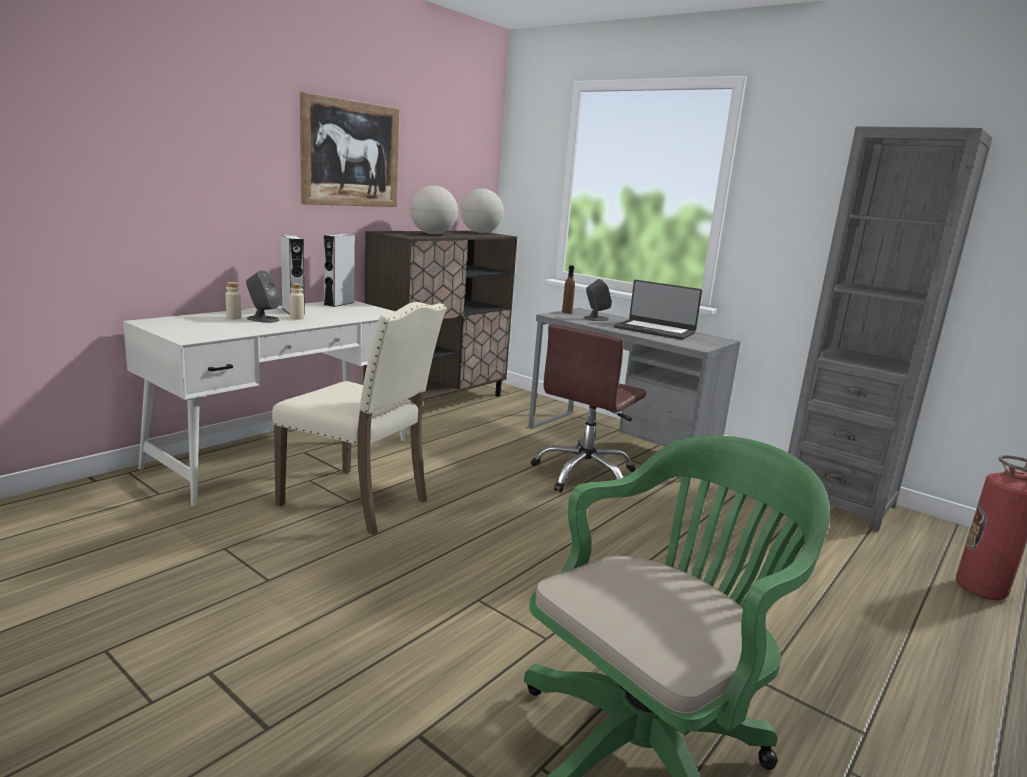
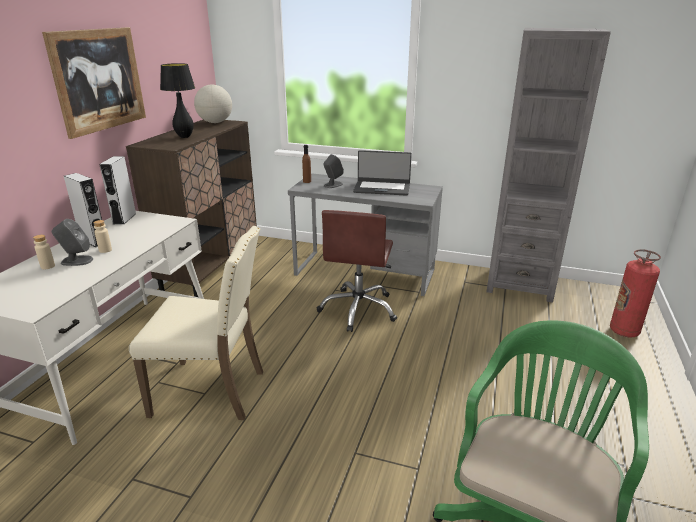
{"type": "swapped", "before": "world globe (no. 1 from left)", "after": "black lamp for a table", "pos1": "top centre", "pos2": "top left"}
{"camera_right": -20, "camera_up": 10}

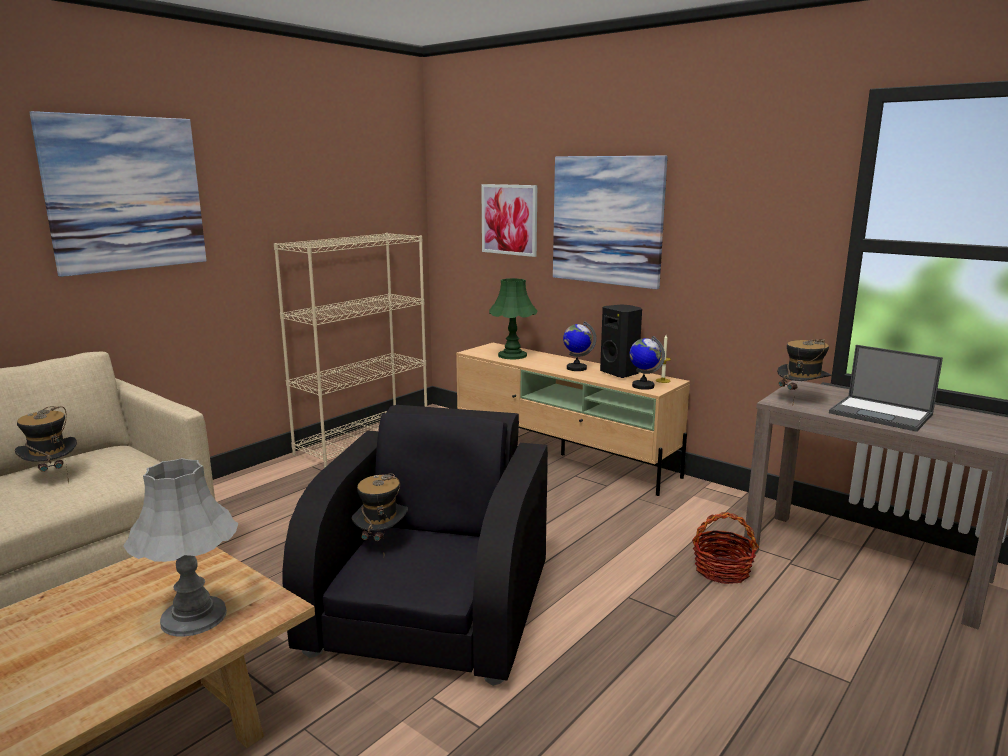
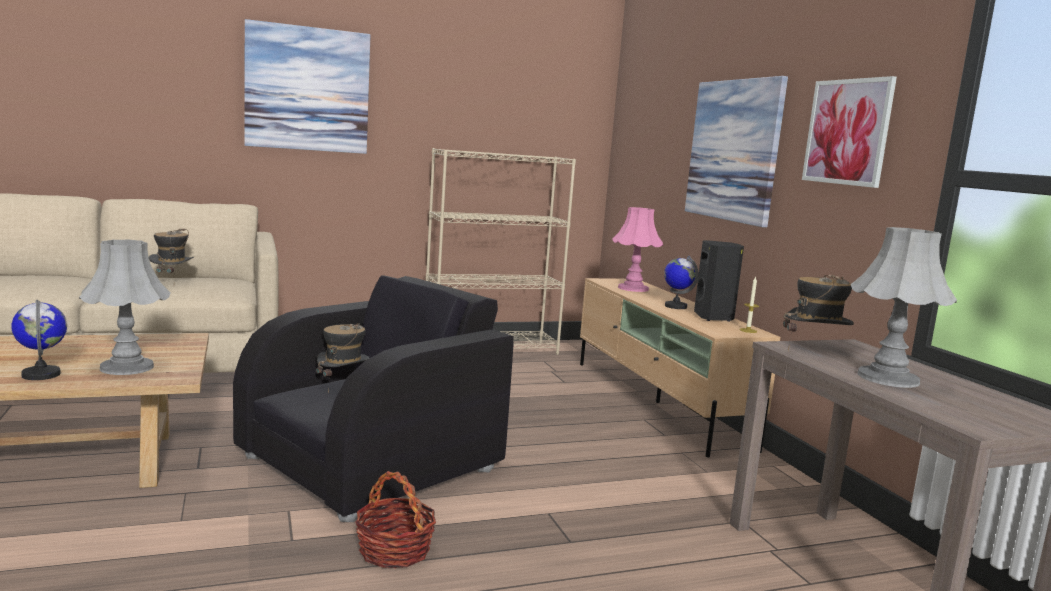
{"type": "shifted", "before": "wall art (no. 2 from left in the first image)", "after": "wall art (no. 3 from left)", "pos1": "top centre", "pos2": "top right"}
{"type": "shifted", "before": "world globe (no. 2 from left in the first image)", "after": "world globe (no. 1 from left)", "pos1": "centre", "pos2": "middle left"}
{"type": "shifted", "before": "household basket", "pos1": "bottom right", "pos2": "bottom centre"}
{"type": "swapped", "before": "notebook computer", "after": "grey lamp for a table (no. 2 from left)", "pos1": "middle right", "pos2": "middle right"}
{"type": "repainted", "before": "green lamp for a table", "after": "pinkish lamp for a table", "pos1": "centre", "pos2": "centre"}
{"camera_right": 30, "camera_up": -5}

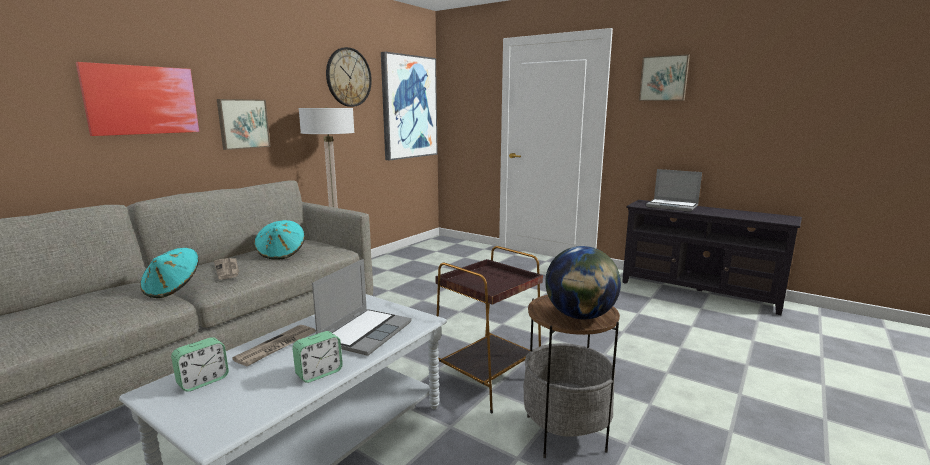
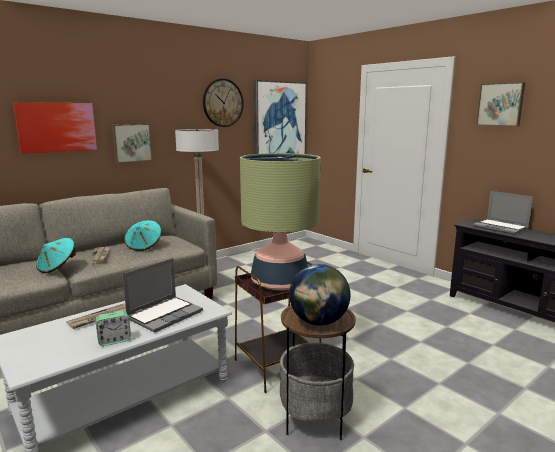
{"type": "gone", "before": "alarm clock (no. 1 from left)", "pos1": "bottom left"}
{"type": "new", "after": "lamp for a table", "pos2": "centre"}
{"camera_right": 15, "camera_up": 0}

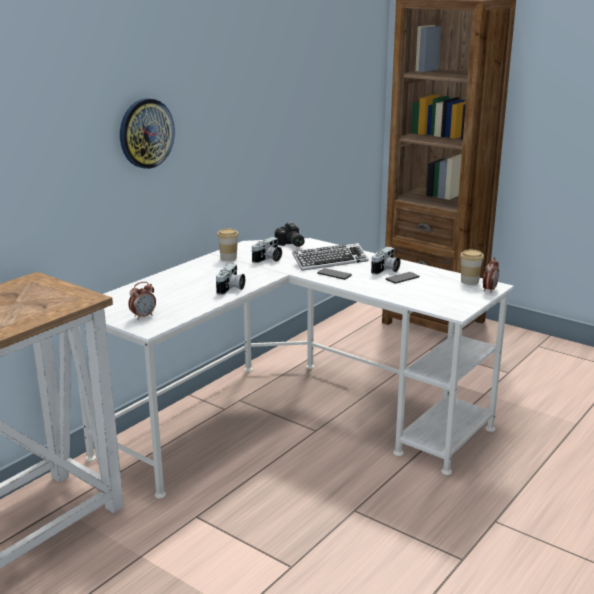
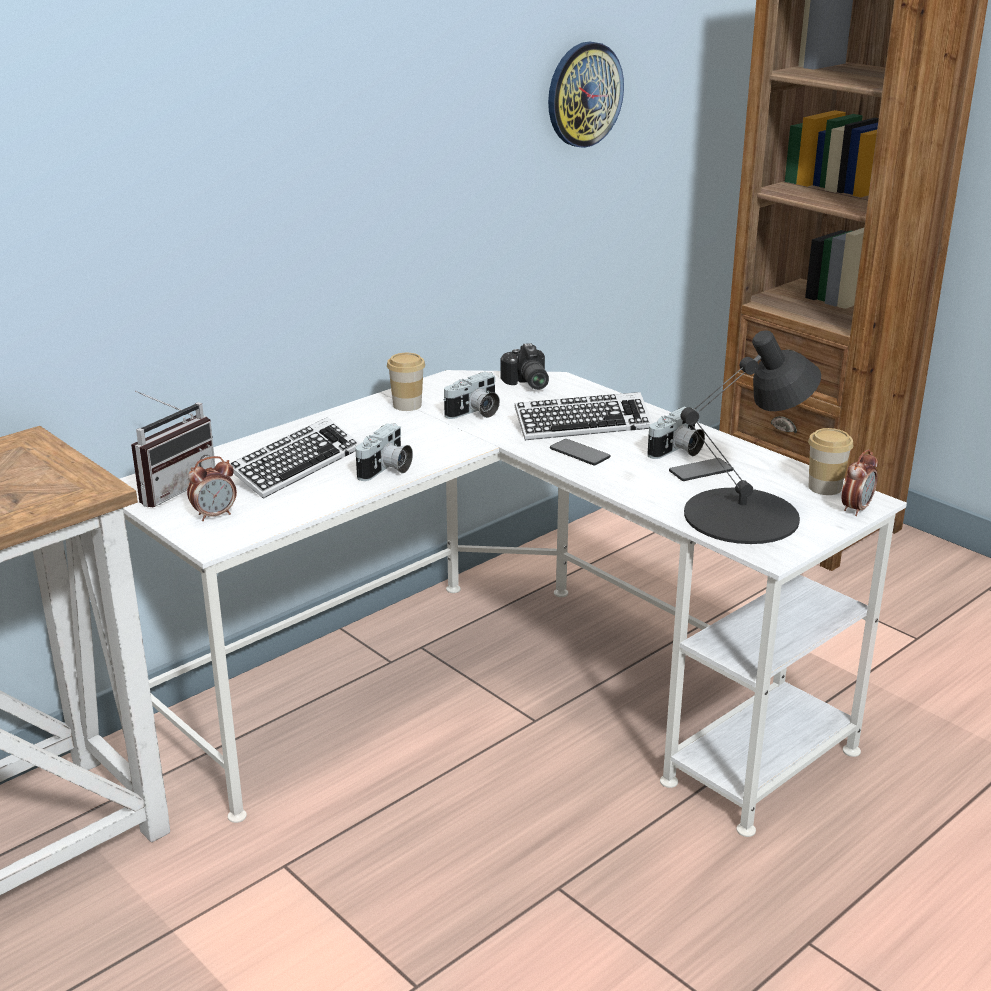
{"type": "new", "after": "radio set", "pos2": "middle left"}
{"type": "new", "after": "computer keyboard (no. 1 from left)", "pos2": "middle left"}
{"type": "new", "after": "black lamp for a table", "pos2": "middle right"}
{"type": "shifted", "before": "hanging clock", "pos1": "top left", "pos2": "top centre"}
{"camera_right": 10, "camera_up": 5}

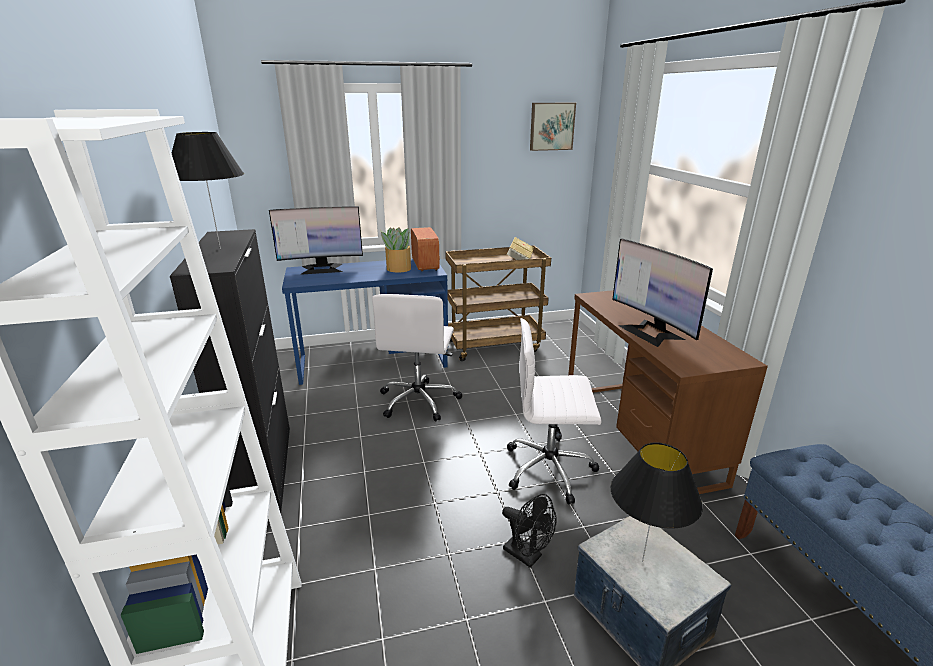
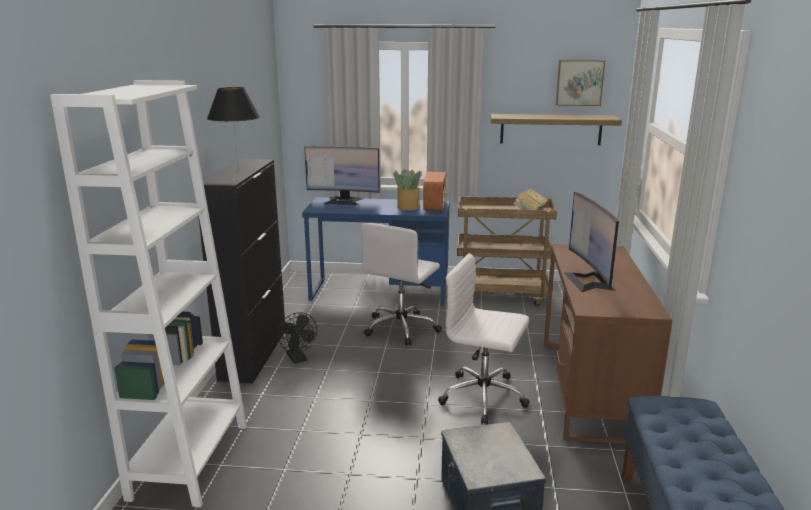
{"type": "gone", "before": "black lamp for a table (no. 2 from left)", "pos1": "bottom right"}
{"type": "new", "after": "bracket shelf", "pos2": "top right"}
{"type": "shifted", "before": "black cooling fan", "pos1": "bottom centre", "pos2": "centre"}
{"camera_right": 20, "camera_up": -5}

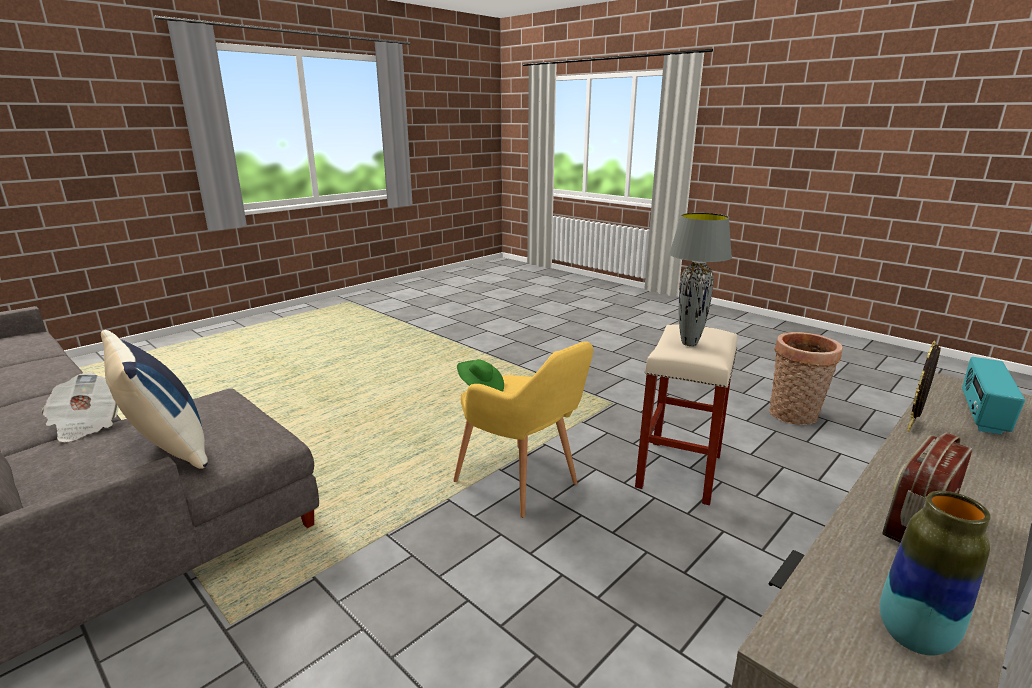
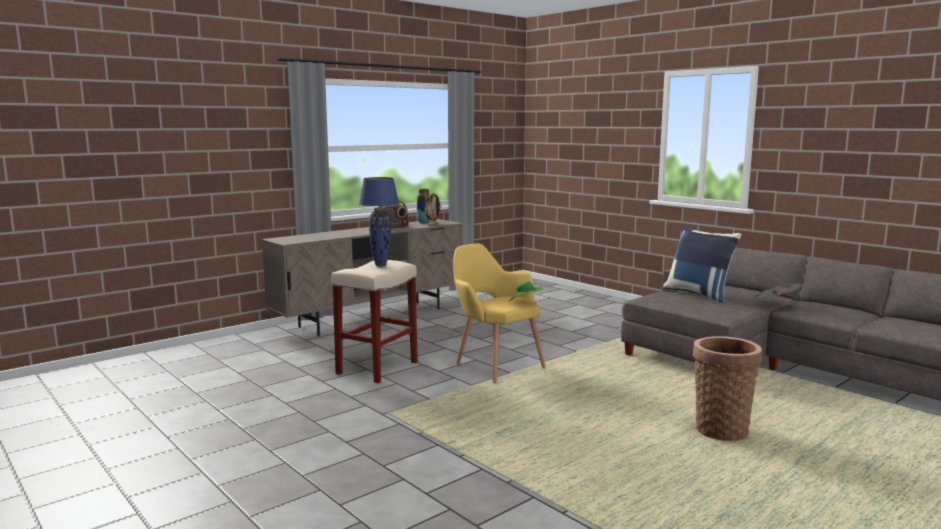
{"type": "gone", "before": "radio set (no. 2 from left)", "pos1": "middle right"}
{"type": "shifted", "before": "household basket", "pos1": "middle right", "pos2": "bottom right"}
{"type": "shifted", "before": "photo frame", "pos1": "middle right", "pos2": "centre"}
{"type": "repainted", "before": "grey lamp for a table", "after": "blue lamp for a table", "pos1": "middle right", "pos2": "centre"}
{"camera_right": -175, "camera_up": -10}

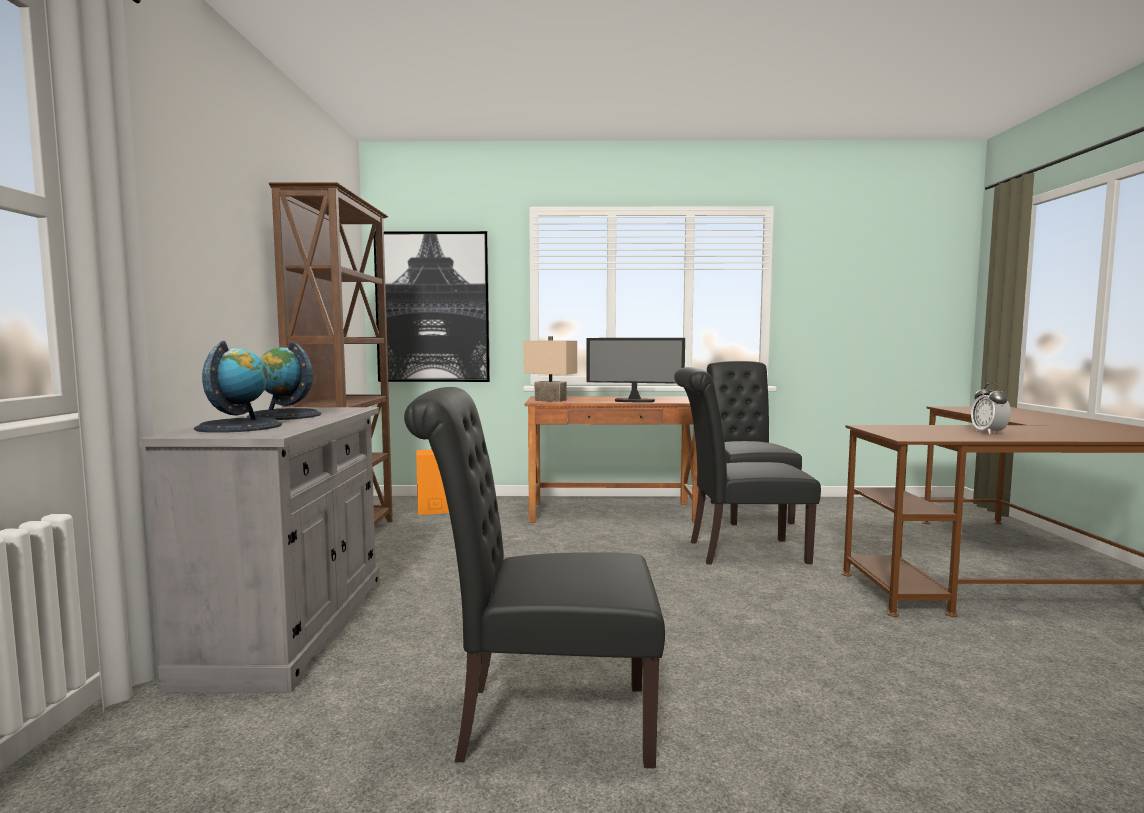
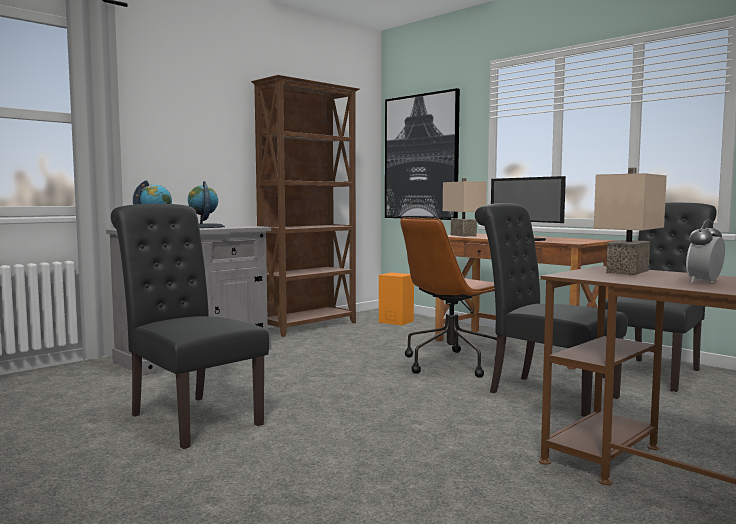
{"type": "new", "after": "brown desk chair", "pos2": "centre"}
{"type": "new", "after": "sand-coloured lamp for a table (no. 2 from left)", "pos2": "middle right"}
{"camera_right": 45, "camera_up": 0}

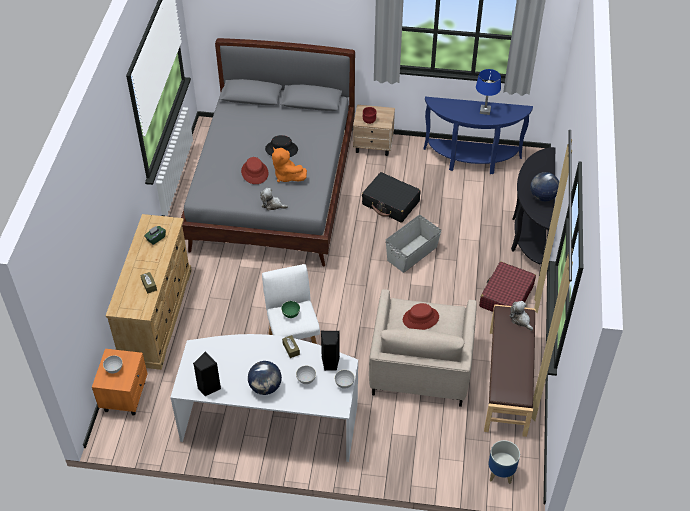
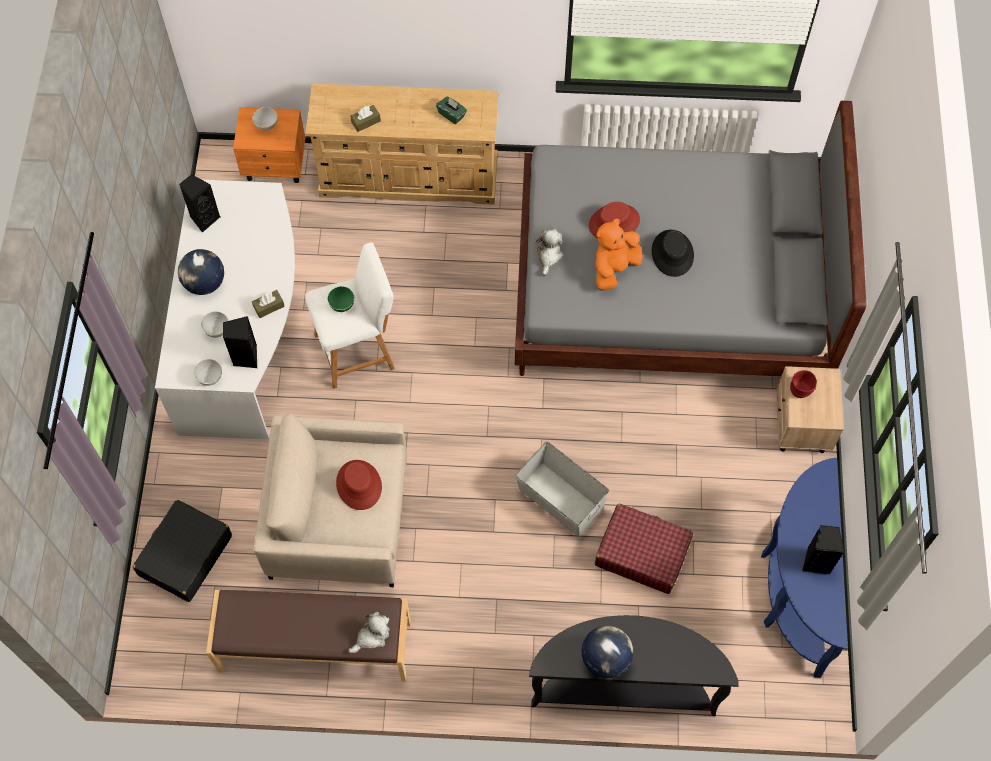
{"type": "gone", "before": "plant pot", "pos1": "bottom right"}
{"type": "shifted", "before": "black piece of luggage", "pos1": "centre", "pos2": "bottom left"}
{"type": "shifted", "before": "red piece of luggage", "pos1": "middle right", "pos2": "bottom centre"}
{"type": "swapped", "before": "blue lamp for a table", "after": "black speaker (no. 3 from left)", "pos1": "top right", "pos2": "bottom right"}
{"camera_right": 85, "camera_up": 15}

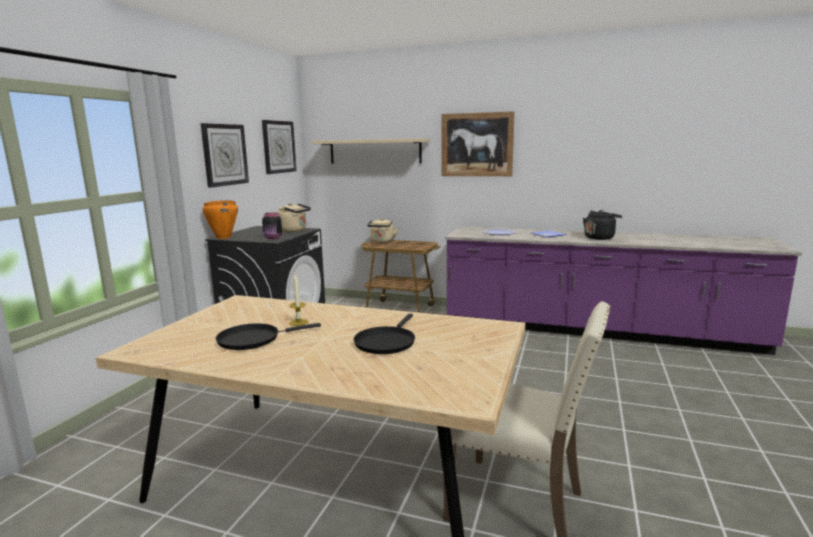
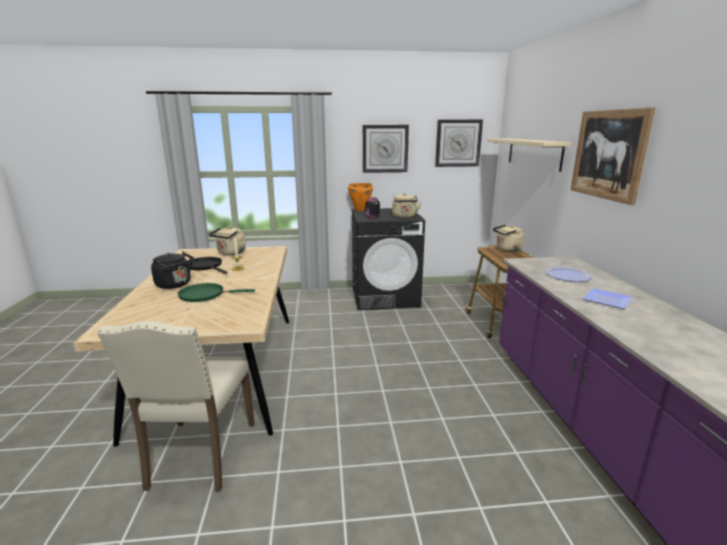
{"type": "new", "after": "sand-coloured tea kettle (no. 1 from left)", "pos2": "middle left"}
{"type": "shifted", "before": "black tea kettle", "pos1": "middle right", "pos2": "middle left"}
{"type": "repainted", "before": "black pan (no. 2 from left)", "after": "green pan", "pos1": "centre", "pos2": "middle left"}
{"camera_right": 65, "camera_up": 5}

